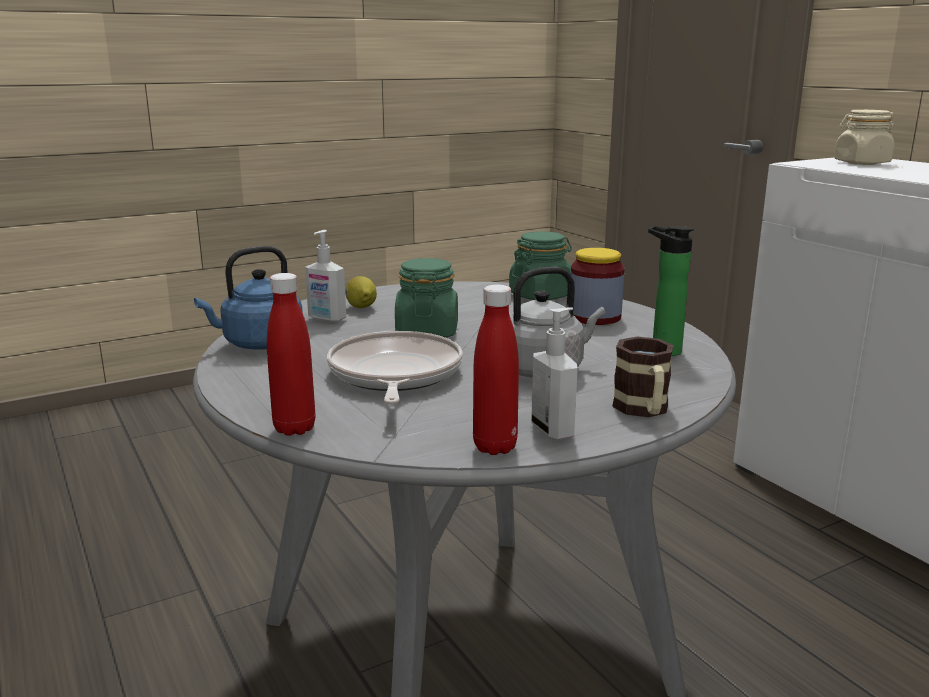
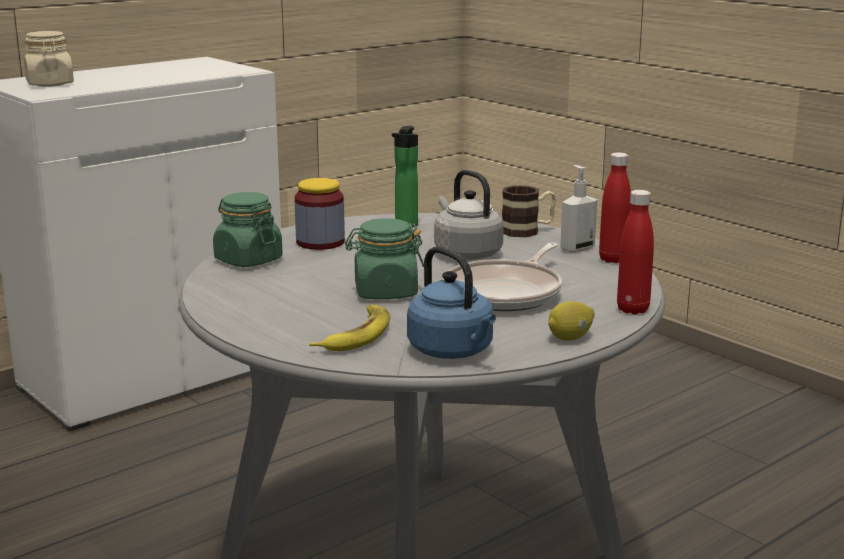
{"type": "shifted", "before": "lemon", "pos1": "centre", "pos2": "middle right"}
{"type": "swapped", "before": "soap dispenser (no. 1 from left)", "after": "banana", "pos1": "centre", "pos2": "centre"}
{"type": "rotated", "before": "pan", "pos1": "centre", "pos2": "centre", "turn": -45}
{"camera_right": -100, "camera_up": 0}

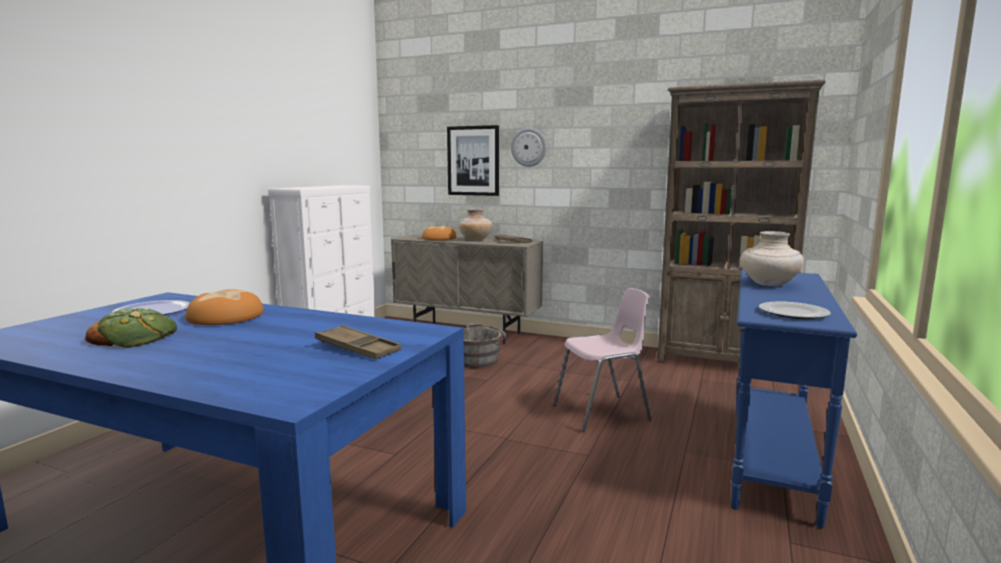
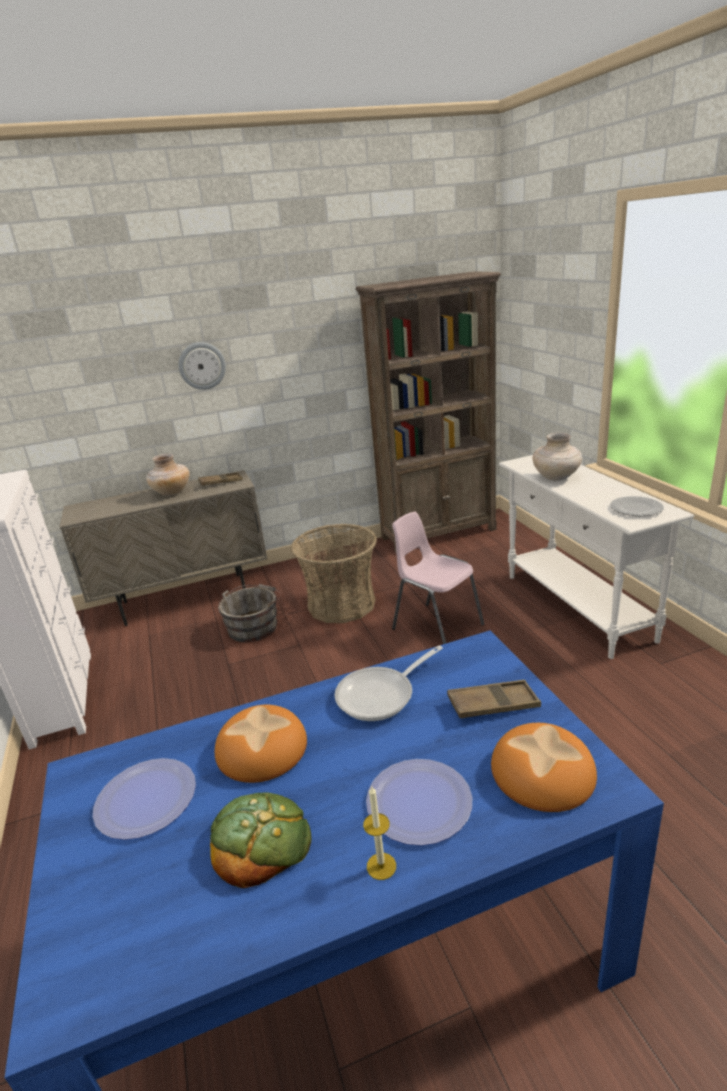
{"type": "gone", "before": "wall art", "pos1": "top centre"}
{"type": "new", "after": "household basket", "pos2": "centre"}
{"type": "new", "after": "pan", "pos2": "centre"}
{"type": "new", "after": "wax candle", "pos2": "bottom centre"}
{"type": "new", "after": "plate (no. 2 from left)", "pos2": "bottom centre"}
{"type": "shifted", "before": "baked bread (no. 3 from left)", "pos1": "centre", "pos2": "bottom right"}
{"type": "repainted", "before": "blue narrow table", "after": "white-coloured narrow table", "pos1": "bottom right", "pos2": "middle right"}
{"type": "rotated", "before": "pinkish upright chair", "pos1": "centre", "pos2": "centre", "turn": -75}
{"camera_right": -40, "camera_up": 15}

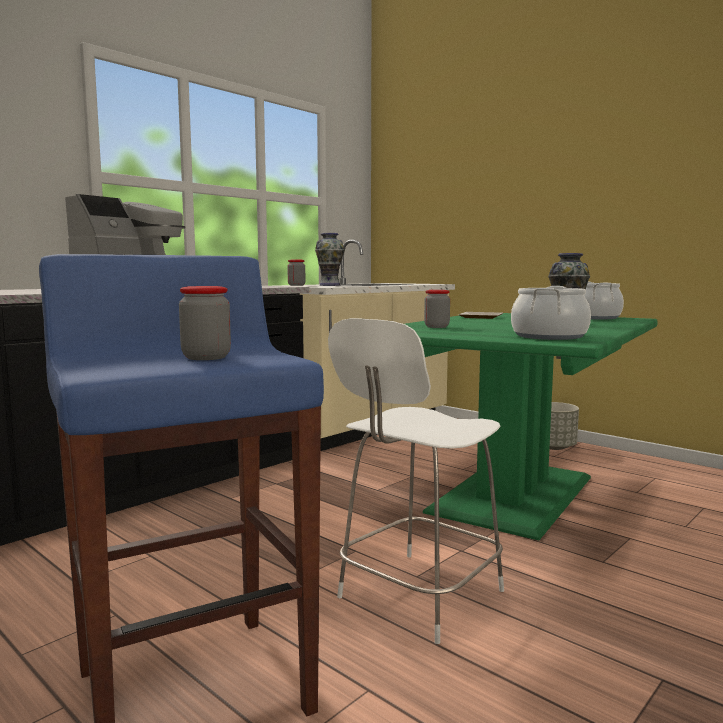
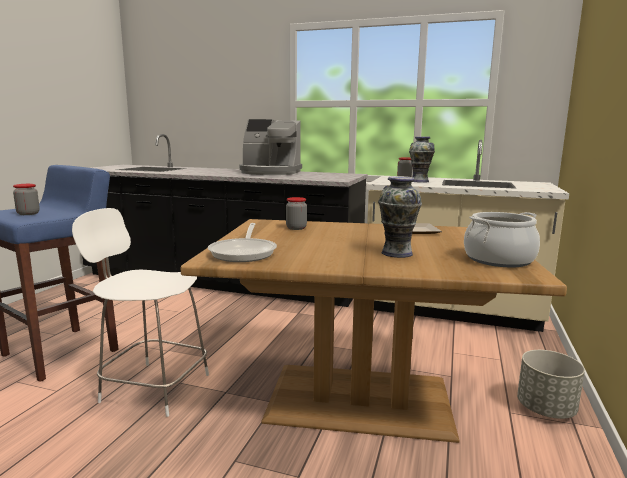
{"type": "swapped", "before": "saucepot (no. 1 from left)", "after": "pan", "pos1": "middle right", "pos2": "centre"}
{"type": "repainted", "before": "green dining table", "after": "brown dining table", "pos1": "middle right", "pos2": "bottom centre"}
{"camera_right": 65, "camera_up": 5}

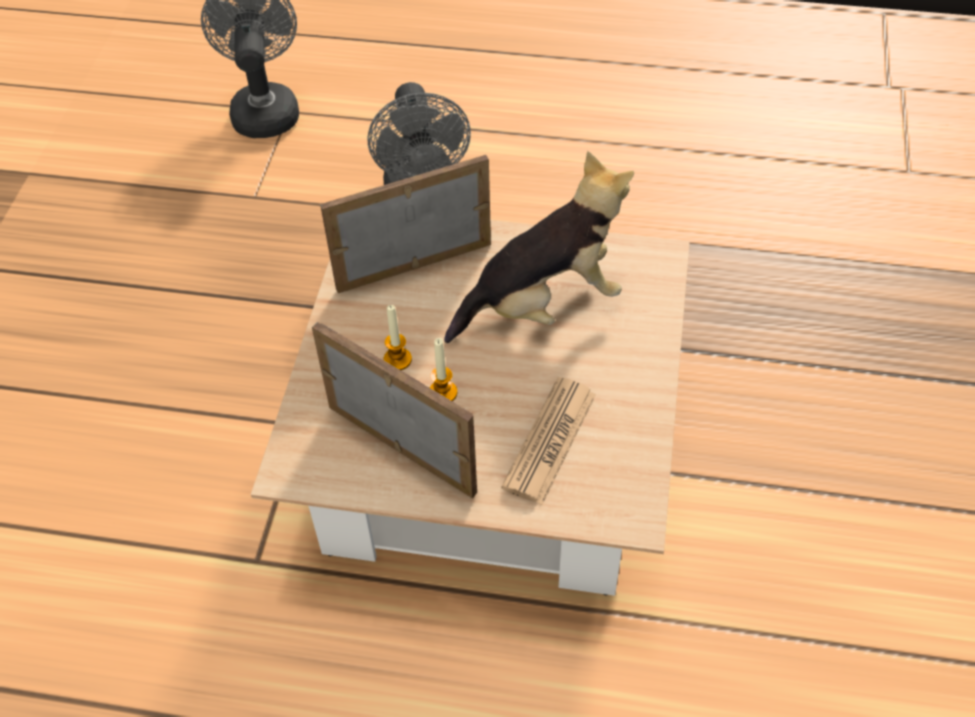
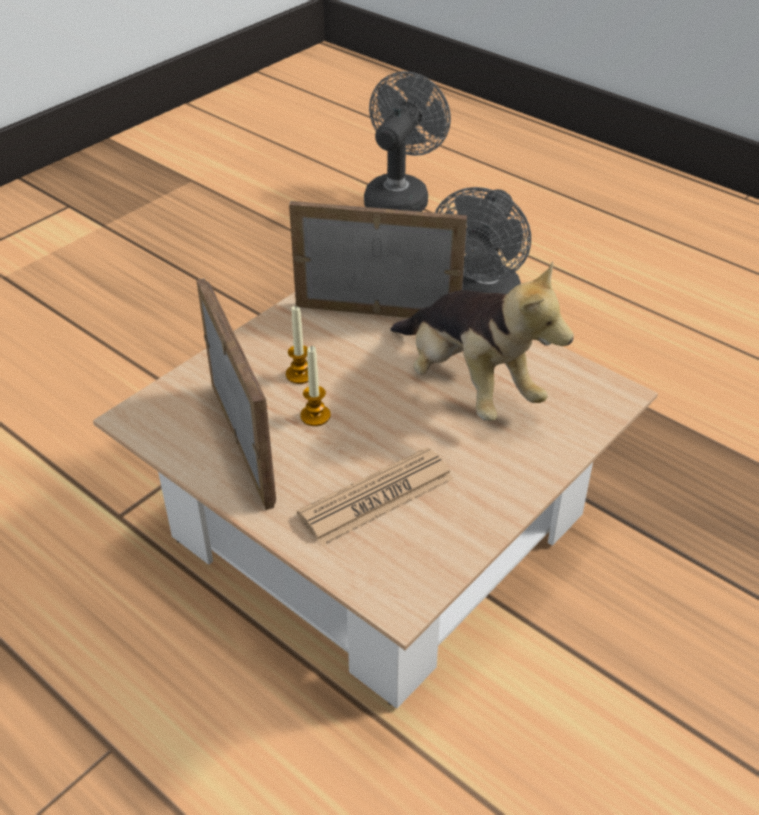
{"type": "rotated", "before": "cuddly toy", "pos1": "centre", "pos2": "centre", "turn": 45}
{"camera_right": 30, "camera_up": -10}

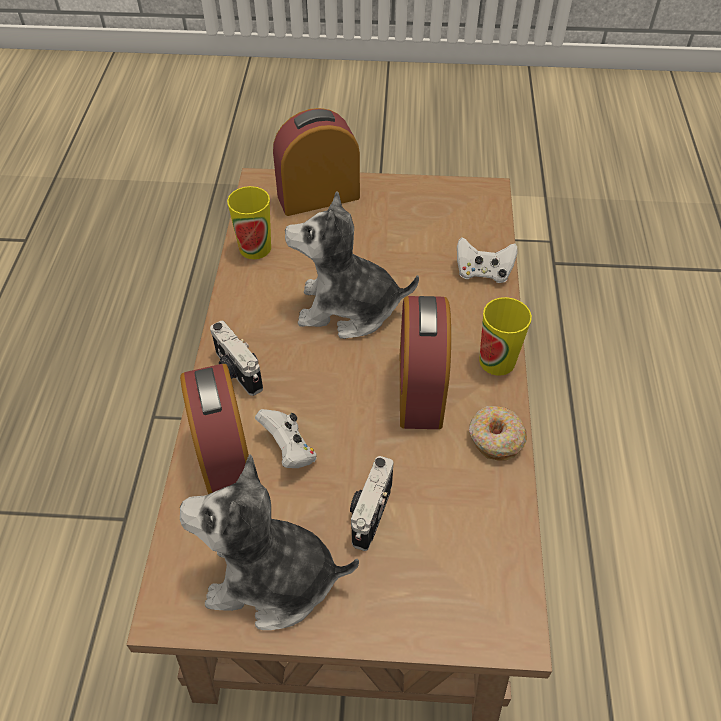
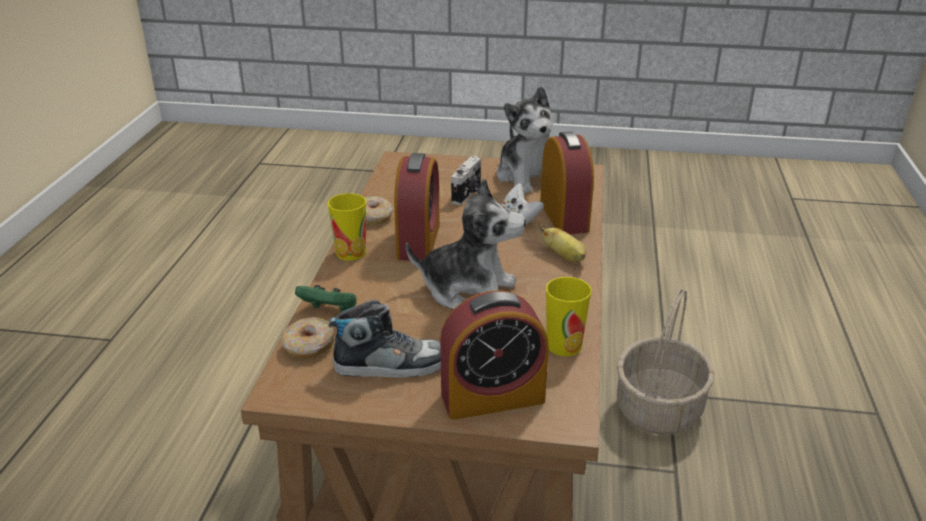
{"type": "new", "after": "doughnut (no. 1 from left)", "pos2": "middle left"}
{"type": "new", "after": "item of footwear", "pos2": "centre"}
{"type": "new", "after": "household basket", "pos2": "bottom right"}
{"type": "swapped", "before": "still camera (no. 1 from left)", "after": "banana", "pos1": "middle left", "pos2": "centre"}
{"type": "repainted", "before": "white-coloured game controller (no. 2 from left)", "after": "green game controller", "pos1": "middle right", "pos2": "centre"}
{"type": "rotated", "before": "cuddly toy (no. 1 from left in the first image)", "pos1": "bottom centre", "pos2": "top centre", "turn": 60}
{"camera_right": -175, "camera_up": -20}

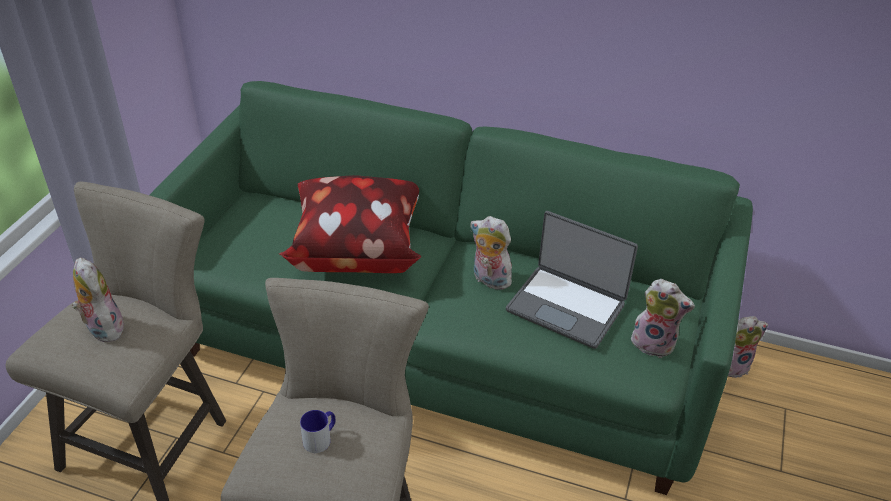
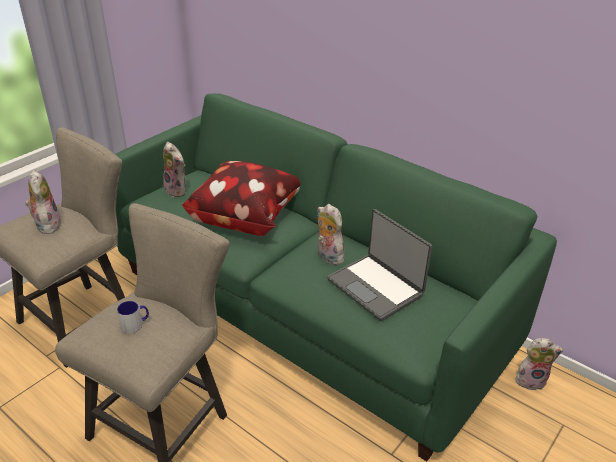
{"type": "shifted", "before": "cuddly toy (no. 3 from left in the first image)", "after": "cuddly toy (no. 2 from left)", "pos1": "middle right", "pos2": "middle left"}
{"camera_right": 20, "camera_up": -5}

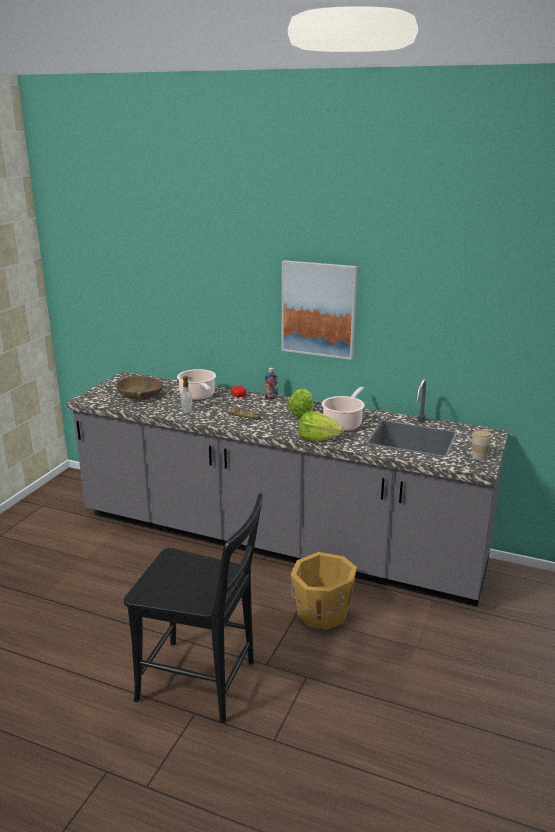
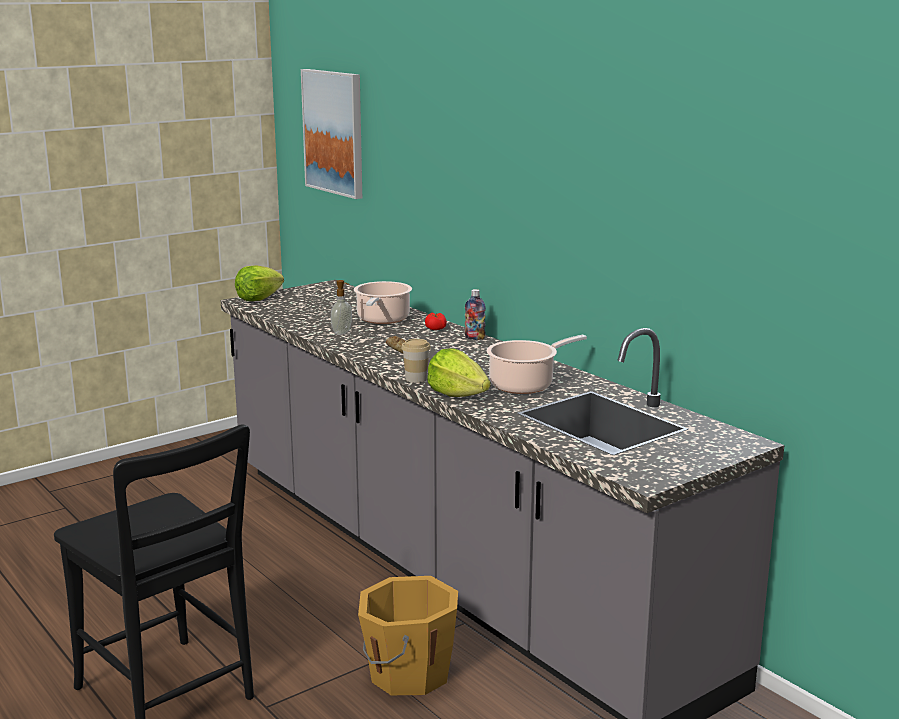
{"type": "gone", "before": "brown bowl", "pos1": "middle left"}
{"type": "shifted", "before": "wall art", "pos1": "centre", "pos2": "top centre"}
{"type": "shifted", "before": "lettuce (no. 1 from left)", "pos1": "centre", "pos2": "middle left"}
{"type": "shifted", "before": "small cup", "pos1": "middle right", "pos2": "centre"}
{"camera_right": 30, "camera_up": -5}

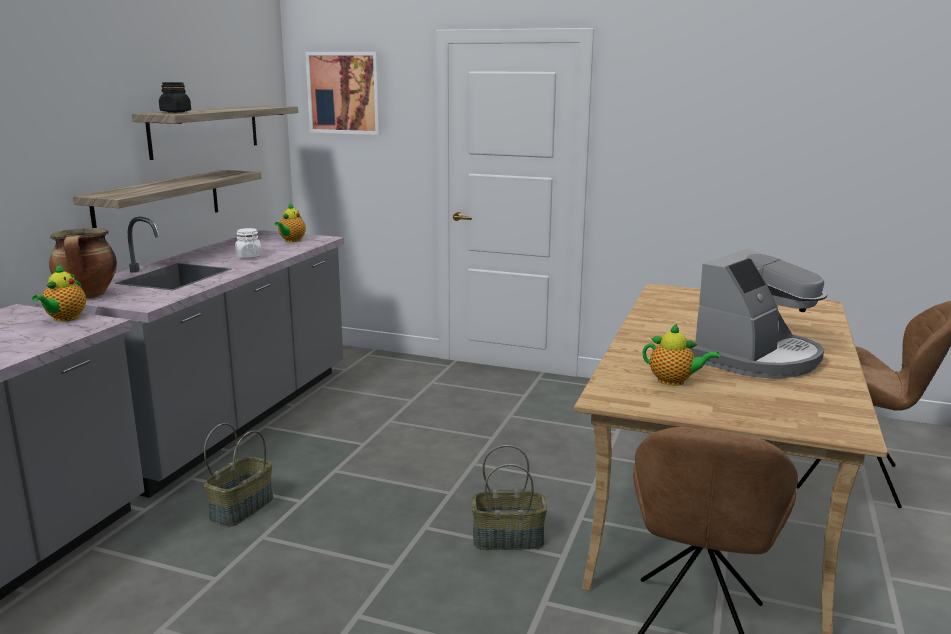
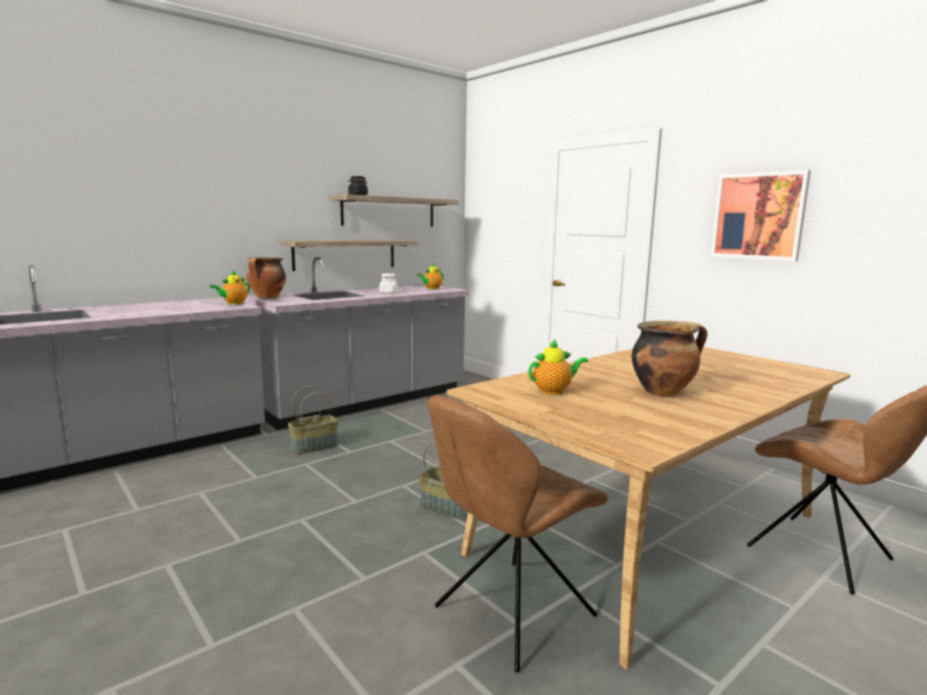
{"type": "shifted", "before": "wall art", "pos1": "top centre", "pos2": "top right"}
{"type": "swapped", "before": "coffee maker", "after": "saucepot (no. 2 from left)", "pos1": "middle right", "pos2": "middle right"}
{"type": "rotated", "before": "pot for tea (no. 3 from left)", "pos1": "middle right", "pos2": "centre", "turn": -75}
{"camera_right": 30, "camera_up": -5}

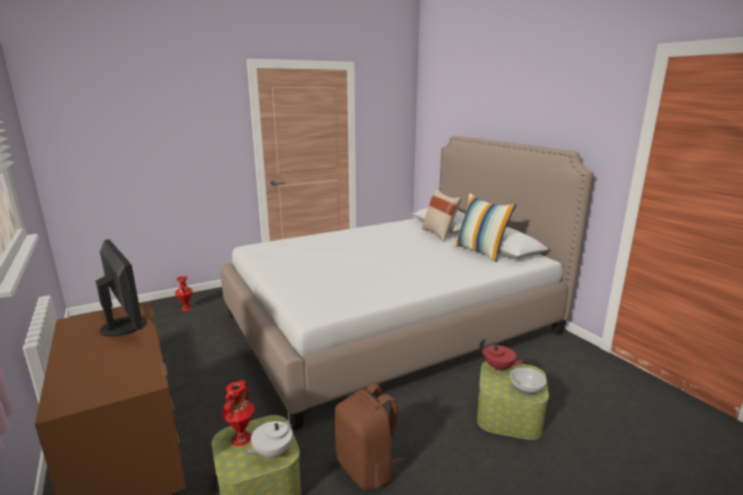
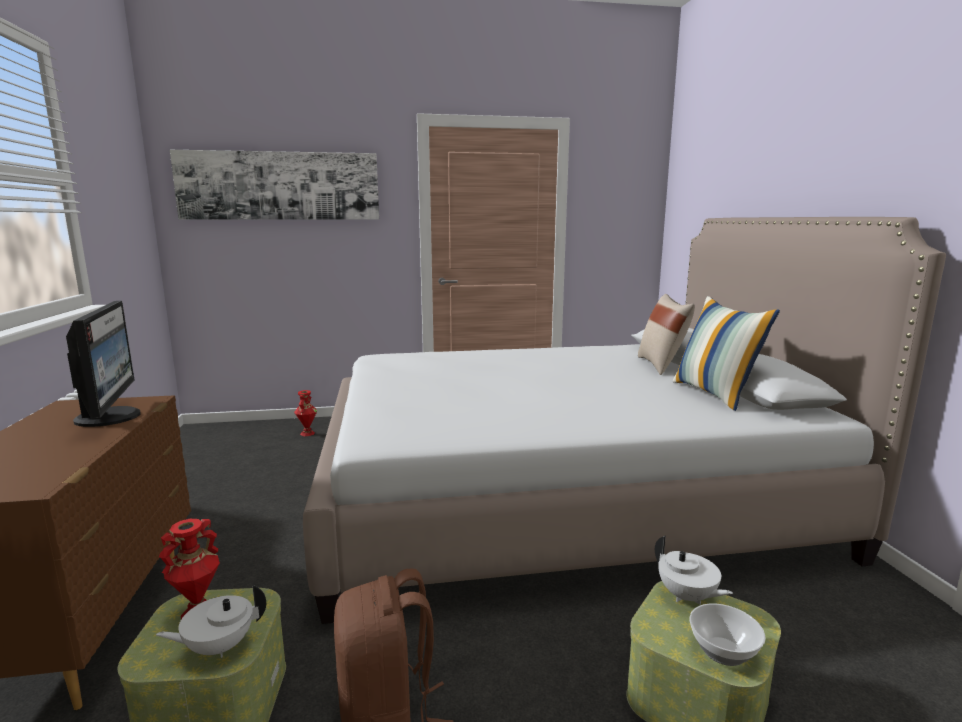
{"type": "new", "after": "wall art", "pos2": "top left"}
{"type": "repainted", "before": "red pot for tea", "after": "white-coloured pot for tea (no. 2 from left)", "pos1": "bottom right", "pos2": "bottom right"}
{"camera_right": 20, "camera_up": -5}

